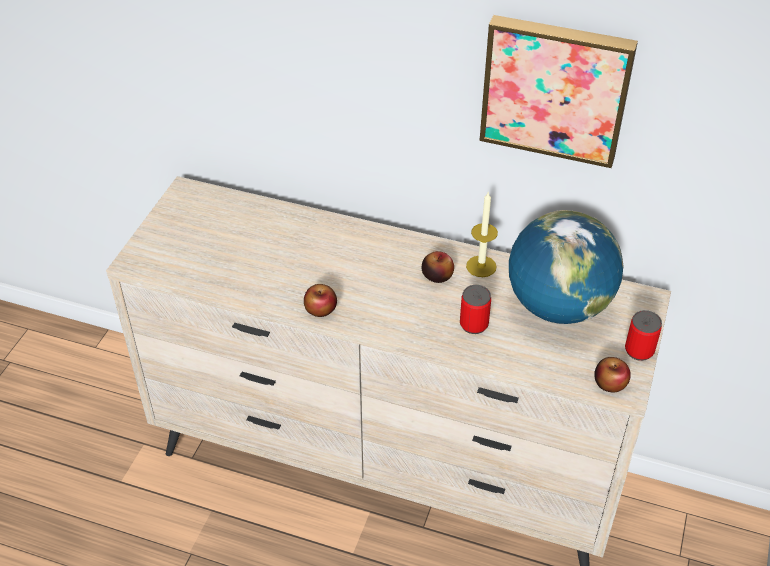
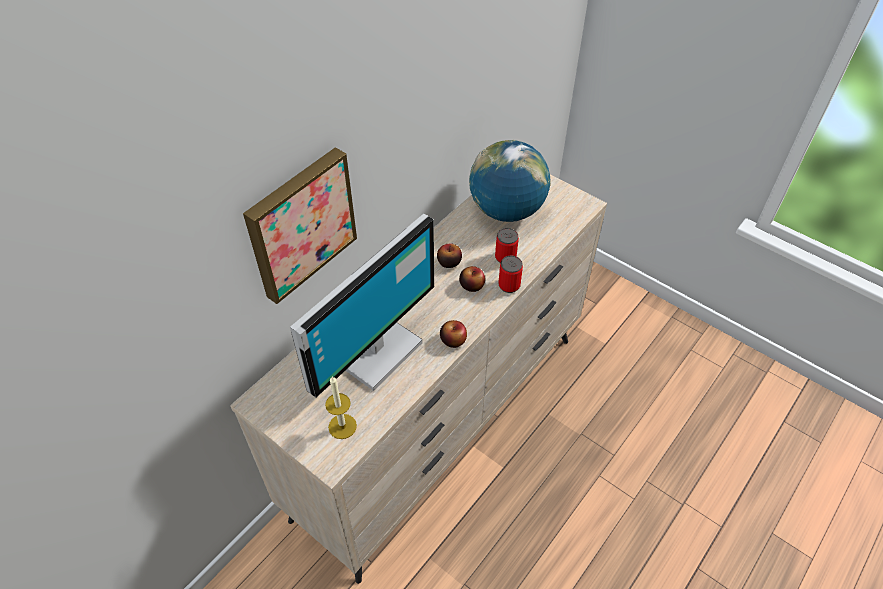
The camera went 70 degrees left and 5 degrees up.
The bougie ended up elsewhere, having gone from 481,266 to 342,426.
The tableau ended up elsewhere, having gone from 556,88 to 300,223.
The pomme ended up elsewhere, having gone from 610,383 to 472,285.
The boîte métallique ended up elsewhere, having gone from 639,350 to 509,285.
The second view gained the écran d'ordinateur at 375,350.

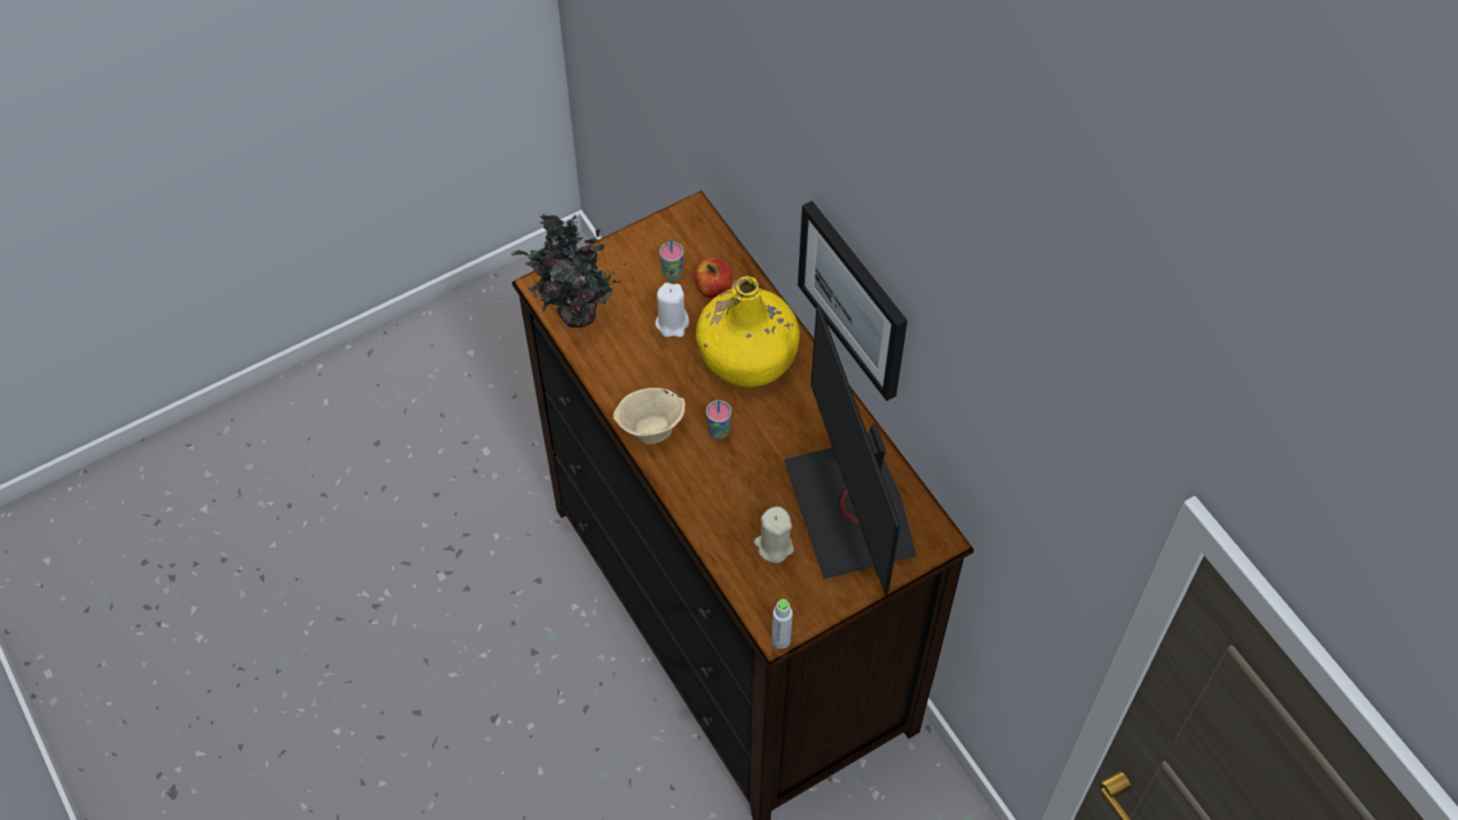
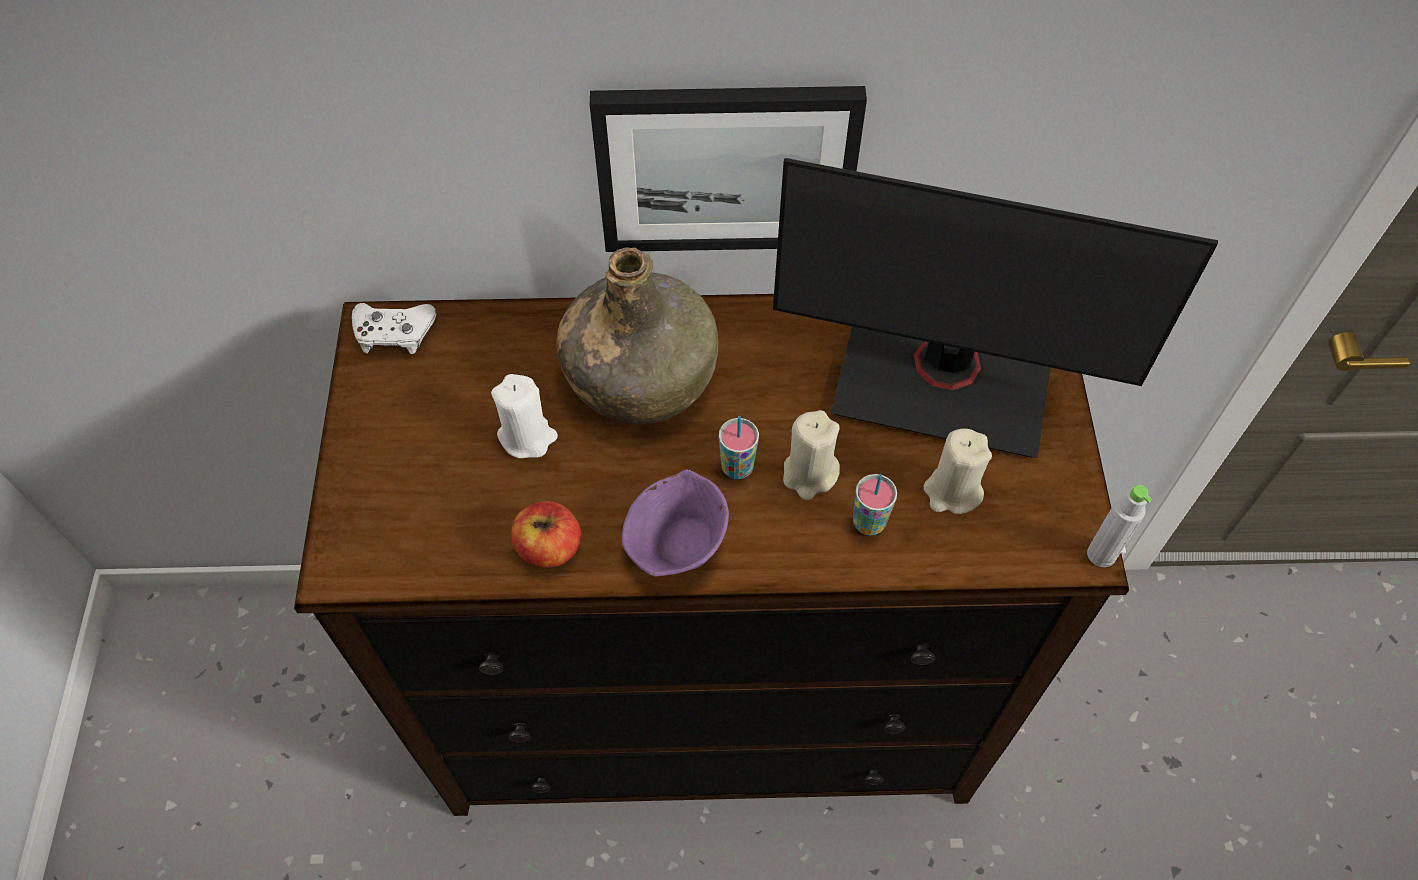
The camera went 60 degrees left and 0 degrees up.
The second view lost the plante en pot at 574,314.
What was the bol (beige) at 650,428 turned into the bol (violet) at 677,548.
The tasse ended up elsewhere, having gone from 672,274 to 868,523.
The pomme ended up elsewhere, having gone from 713,288 to 549,547.
What was the bouteille (jaune) at 748,355 turned into the bouteille (vert) at 641,376.
The second view gained the manette (blanc) at 394,333.
The second view gained the bougie (beige) at 809,474.

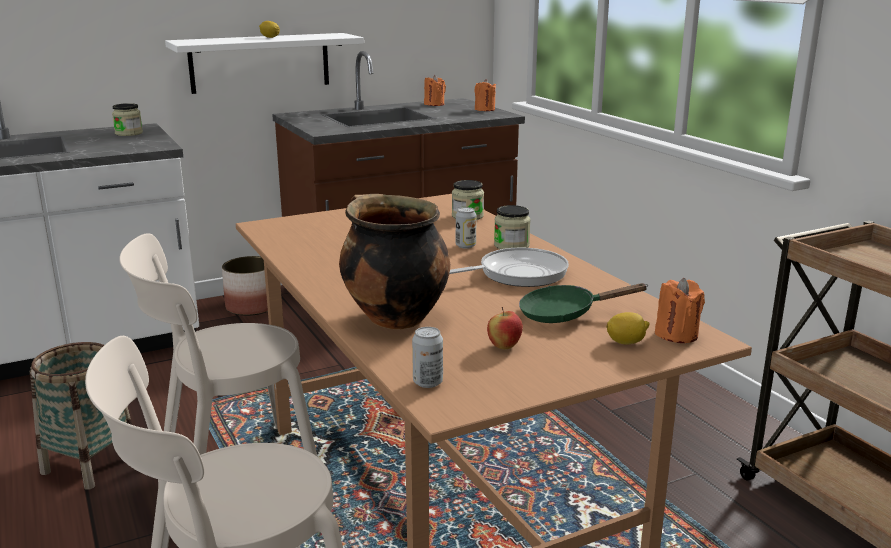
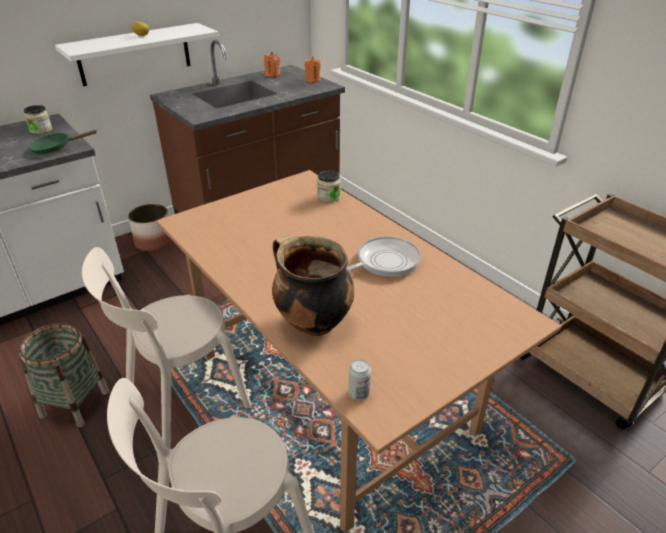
The camera went 10 degrees left and 15 degrees up.
The second view lost the boîte métallique at 465,246.
The second view lost the pomme at 504,347.
The second view lost the bocal at 511,246.
The poêle (vert) ended up elsewhere, having gone from 564,314 to 56,148.
The second view lost the citron at 626,342.
The second view lost the bougie (orange) at 676,334.

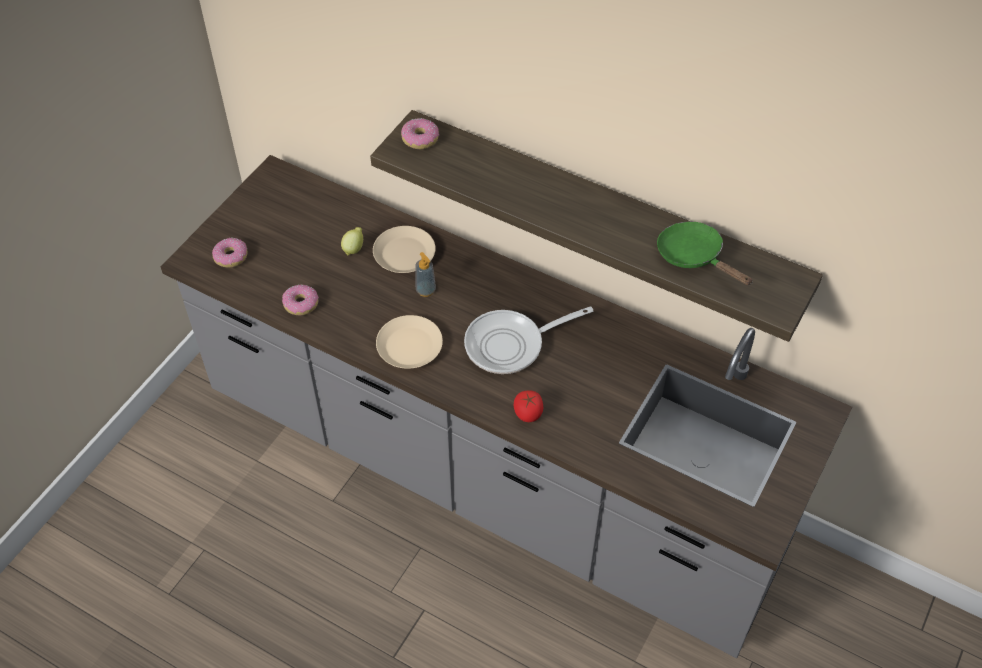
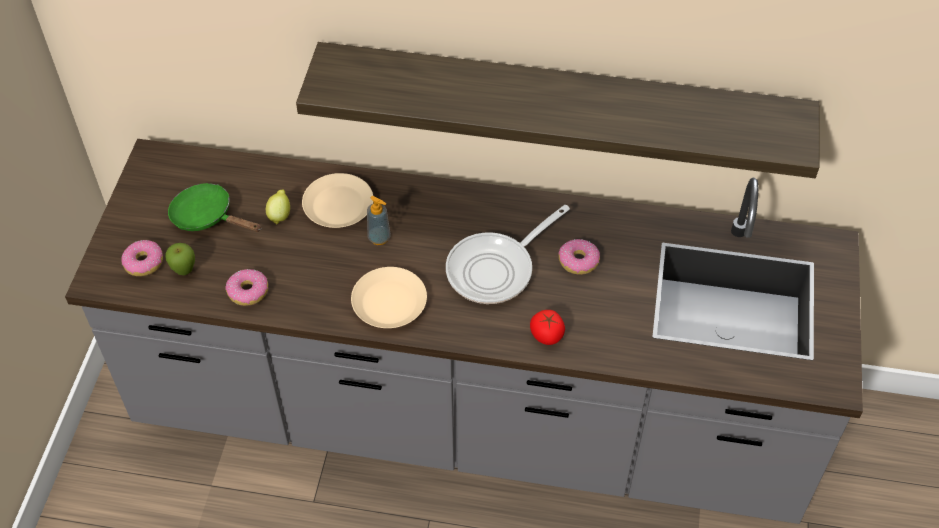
The camera went 20 degrees left and 0 degrees up.
The beignet ended up elsewhere, having gone from 420,139 to 578,261.
The poêle (vert) ended up elsewhere, having gone from 694,256 to 207,217.
The second view gained the pomme at 184,271.

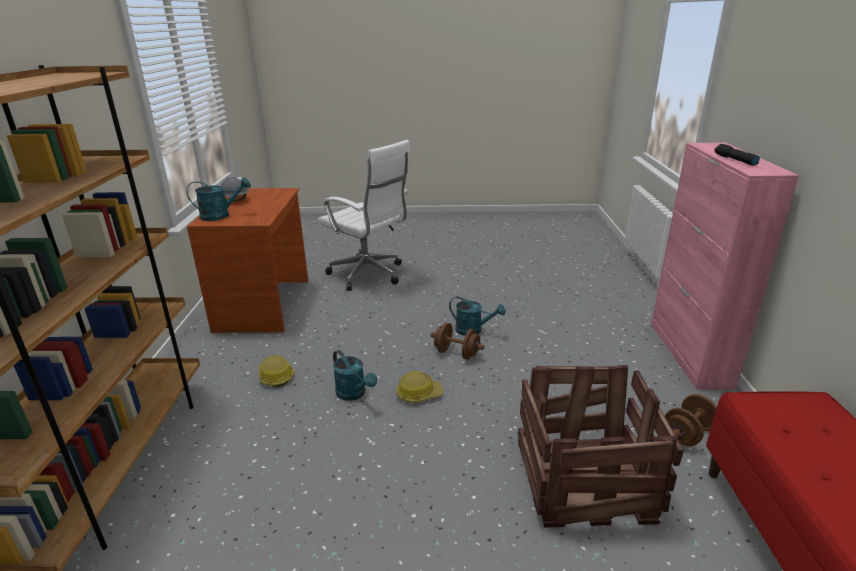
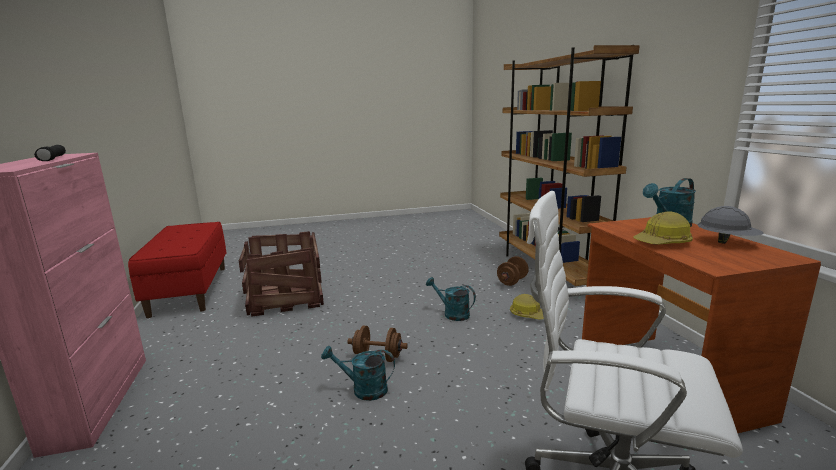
The camera went 165 degrees right and 10 degrees down.
The casque de chantier ended up elsewhere, having gone from 418,394 to 662,243.
The haltère (marron) ended up elsewhere, having gone from 688,434 to 512,281.

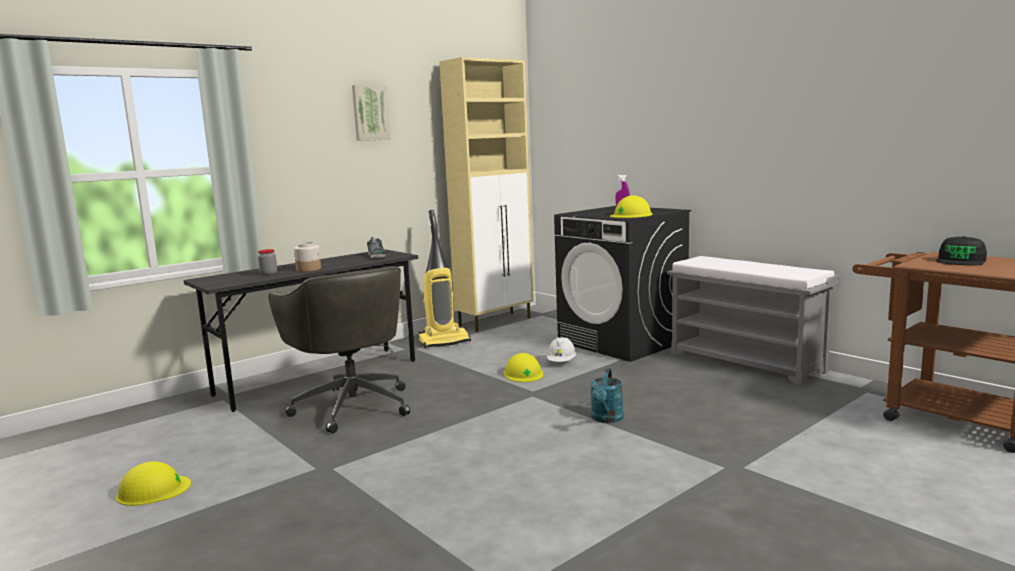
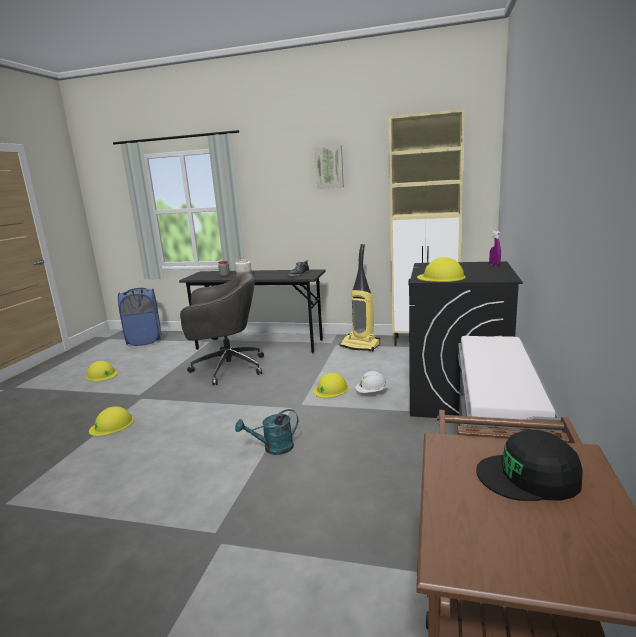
The camera went 55 degrees right and 5 degrees up.
The chaise de bureau (gris) at 352,406 ended up facing another way, 120 degrees counterclockwise from before.
The second view gained the casque de chantier (jaune) at 112,425.
The second view gained the panier à linge (bleu) at 144,340.

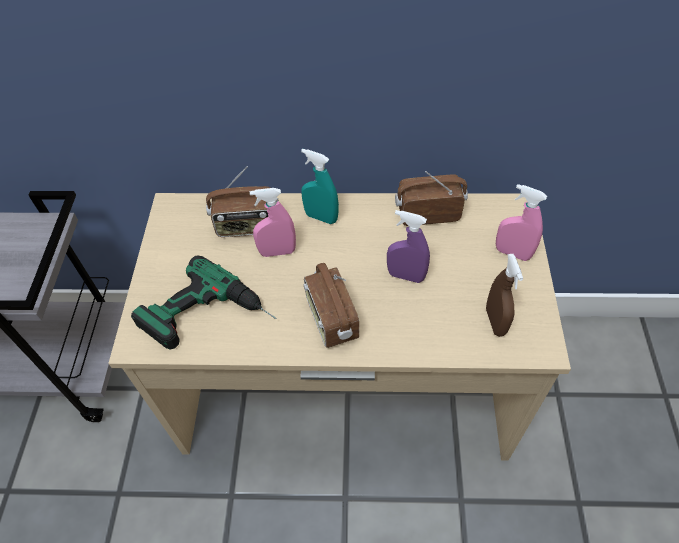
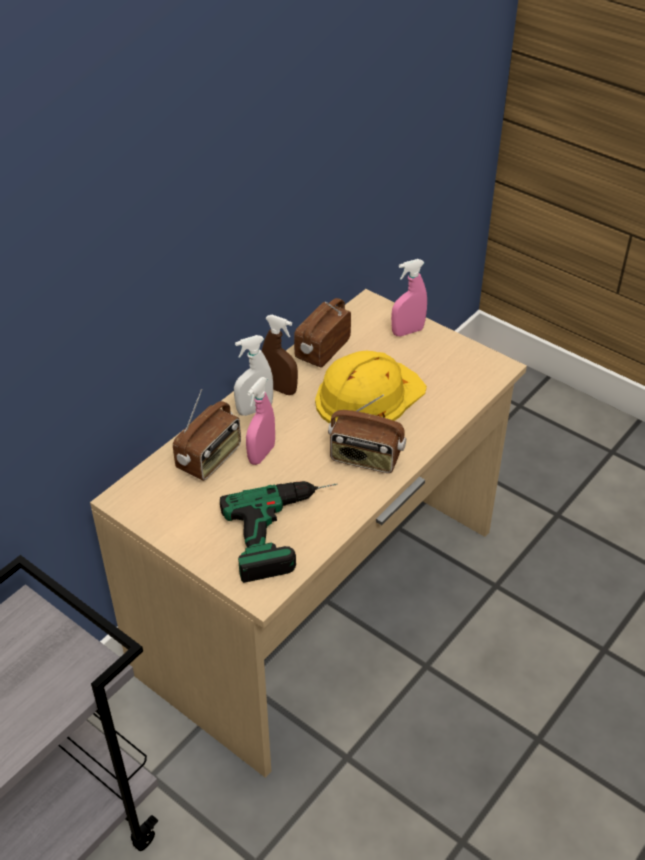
The camera went 55 degrees left and 10 degrees down.
What was the vaporisateur (turquoise) at 321,217 turned into the vaporisateur (blanc) at 254,409.
Where the vaporisateur (violet) stood at 406,276, the casque de chantier (jaune) came to stand at 368,396.
The vaporisateur (marron) ended up elsewhere, having gone from 495,321 to 280,389.

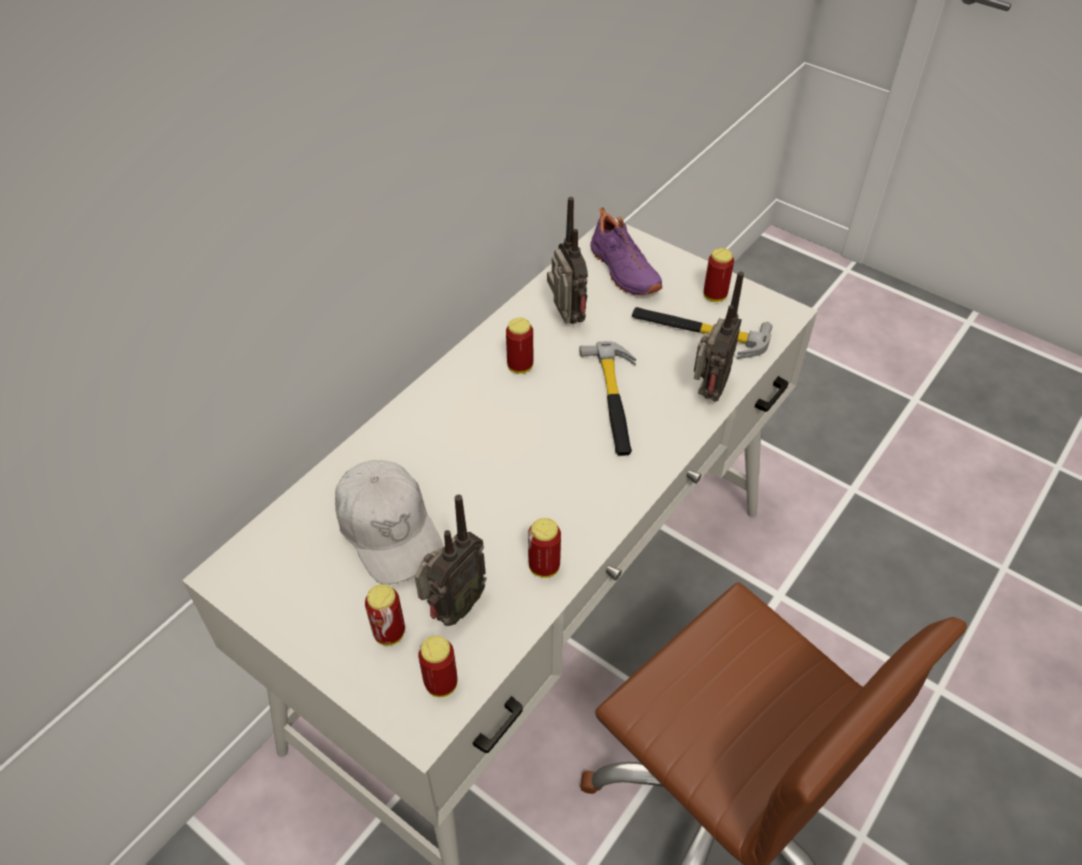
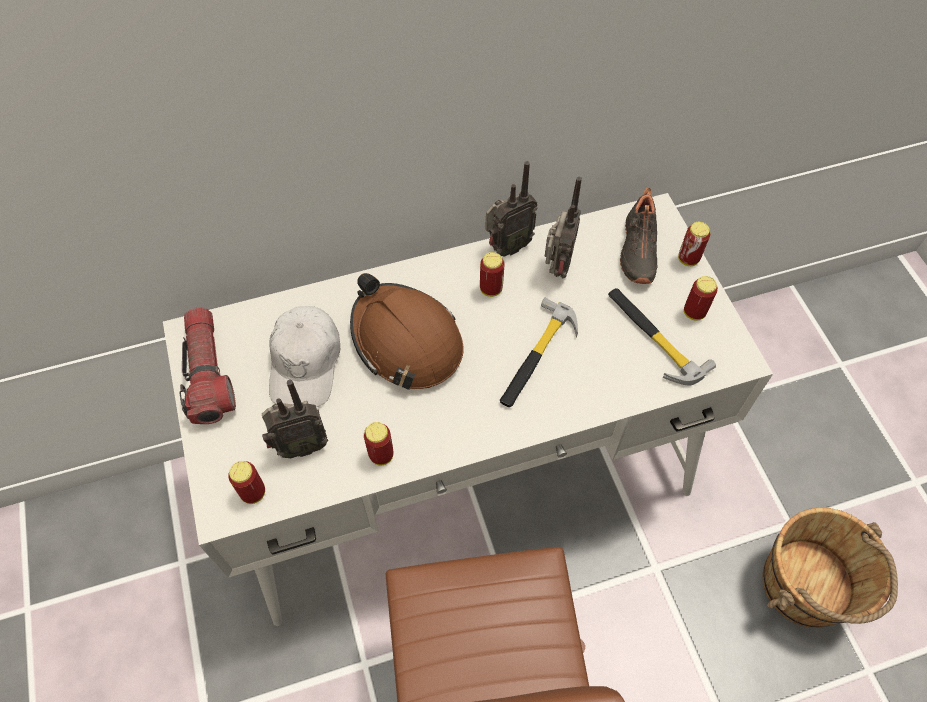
The camera went 35 degrees right and 10 degrees up.
The boîte métallique ended up elsewhere, having gone from 389,633 to 688,259.
What was the chaussure (violet) at 622,271 turned into the chaussure (noir) at 636,250.
The radio ended up elsewhere, having gone from 707,392 to 506,247.
The second view gained the lampe de poche at 208,373.
The second view gained the casque de chantier (marron) at 406,341.
The second view gained the seau (marron) at 806,586.

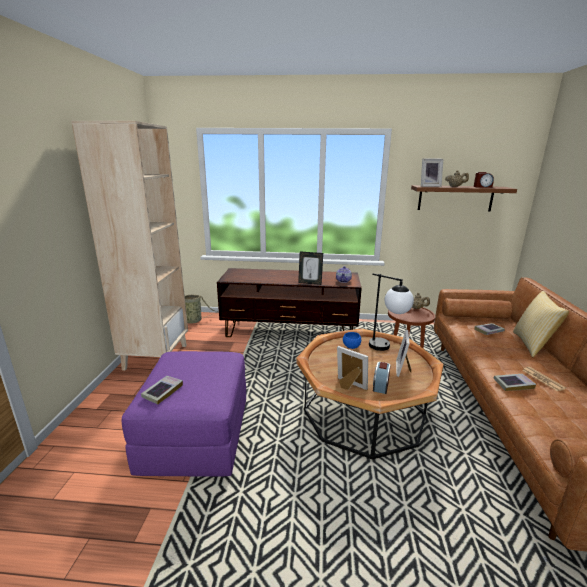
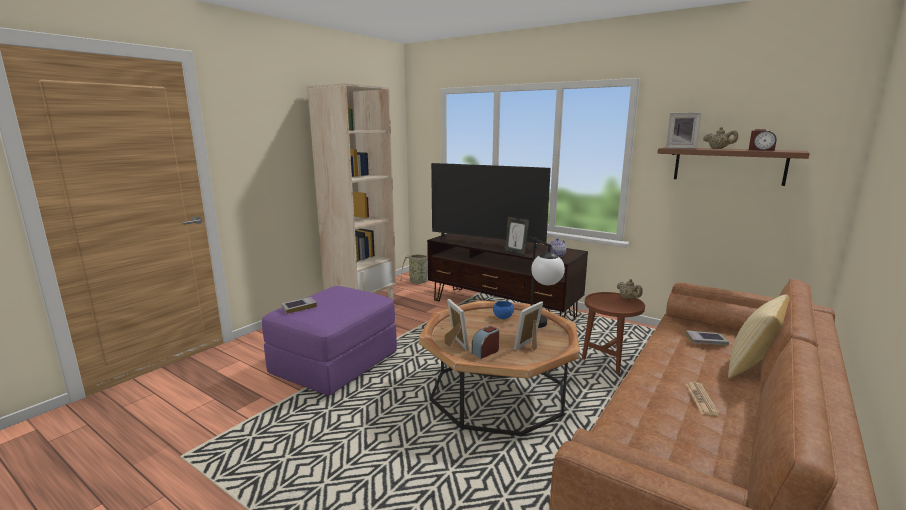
The camera went 30 degrees right and 5 degrees down.
The second view lost the livre at 513,384.
The second view gained the téléviseur at 486,243.

